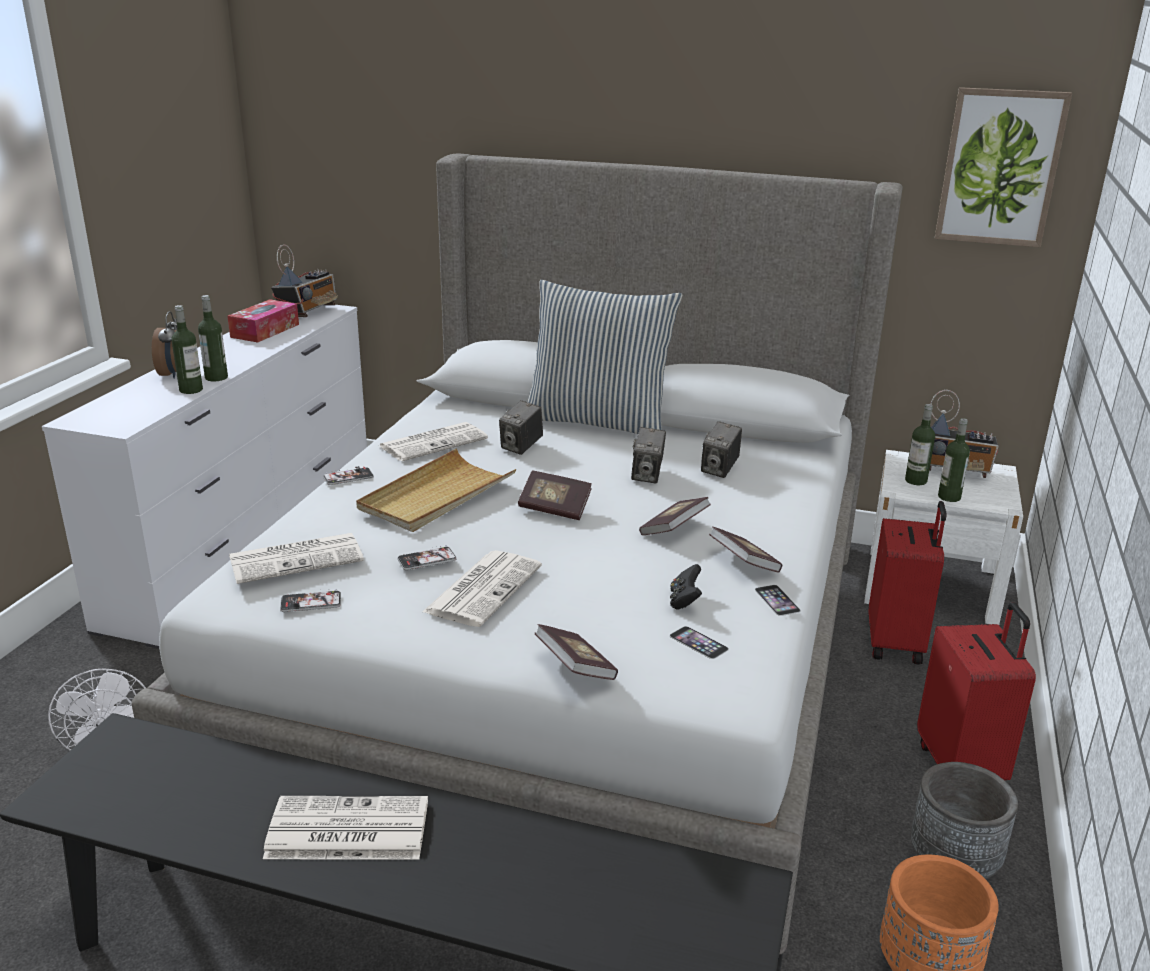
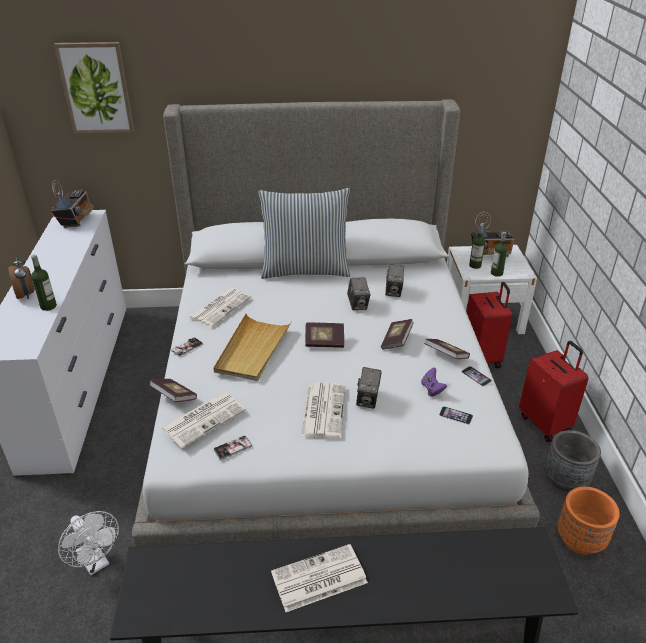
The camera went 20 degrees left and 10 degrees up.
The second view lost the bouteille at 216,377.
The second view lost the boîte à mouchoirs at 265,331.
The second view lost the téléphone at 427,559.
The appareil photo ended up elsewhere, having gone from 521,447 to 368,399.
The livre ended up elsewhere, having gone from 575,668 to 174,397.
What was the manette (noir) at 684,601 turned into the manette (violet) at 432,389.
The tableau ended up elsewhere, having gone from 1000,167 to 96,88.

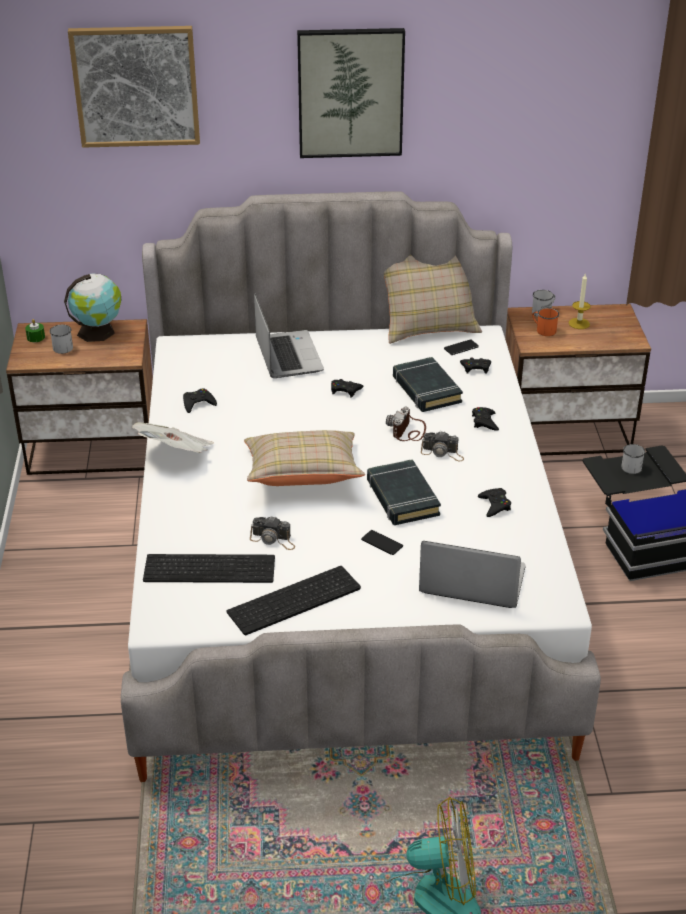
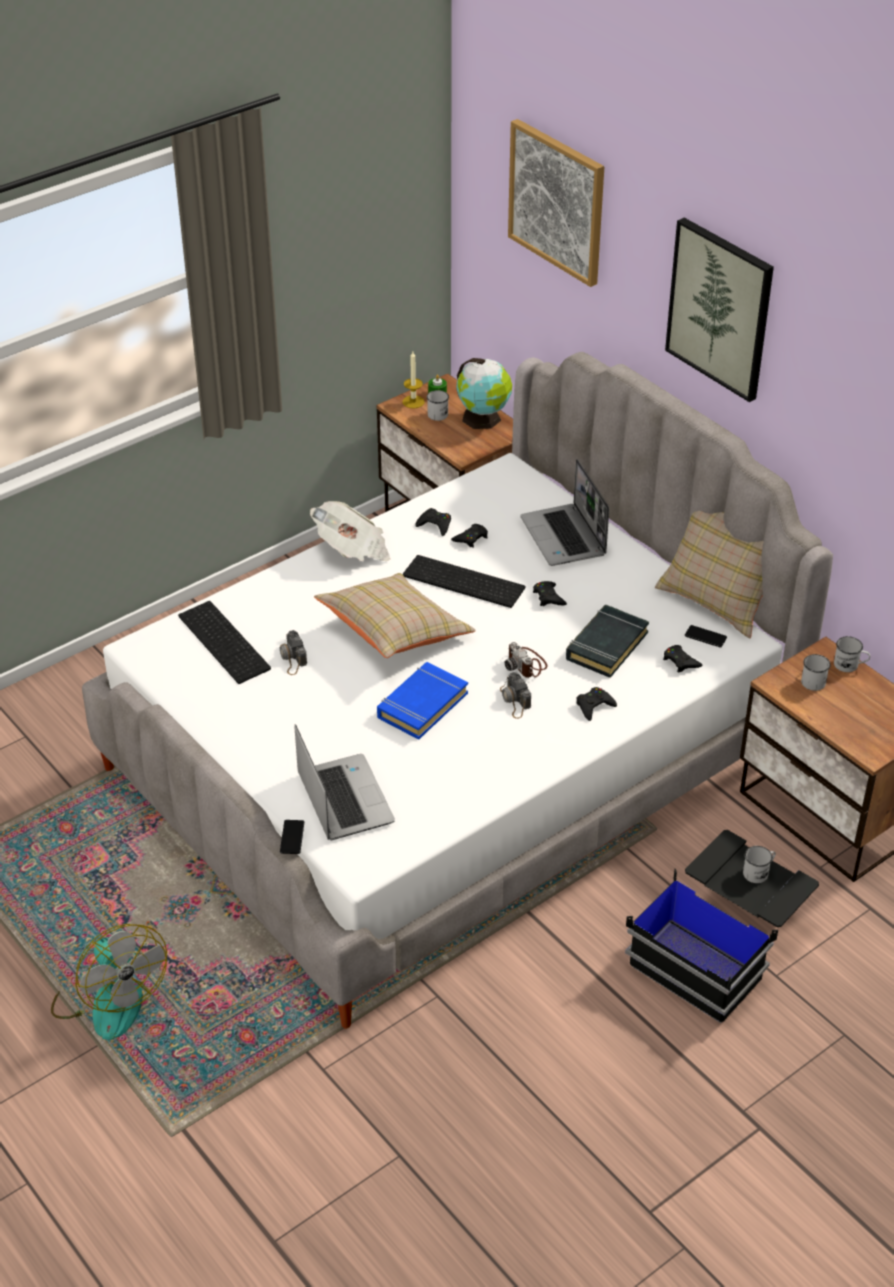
The camera went 55 degrees right and 5 degrees up.
The clavier ended up elsewhere, having gone from 294,602 to 461,582.
The ordinateur portable at 287,355 ended up facing another way, 120 degrees clockwise from before.
The téléphone ended up elsewhere, having gone from 382,543 to 292,837.
What was the livre (noir) at 402,497 turned into the livre (bleu) at 422,705.
The appareil photo at 408,431 ended up facing another way, 105 degrees counterclockwise from before.
The manette (noir) ended up elsewhere, having gone from 494,505 to 471,538.
What was the mug (orange) at 543,330 turned into the mug (blanc) at 813,679.
The bougie ended up elsewhere, having gone from 579,323 to 413,402.

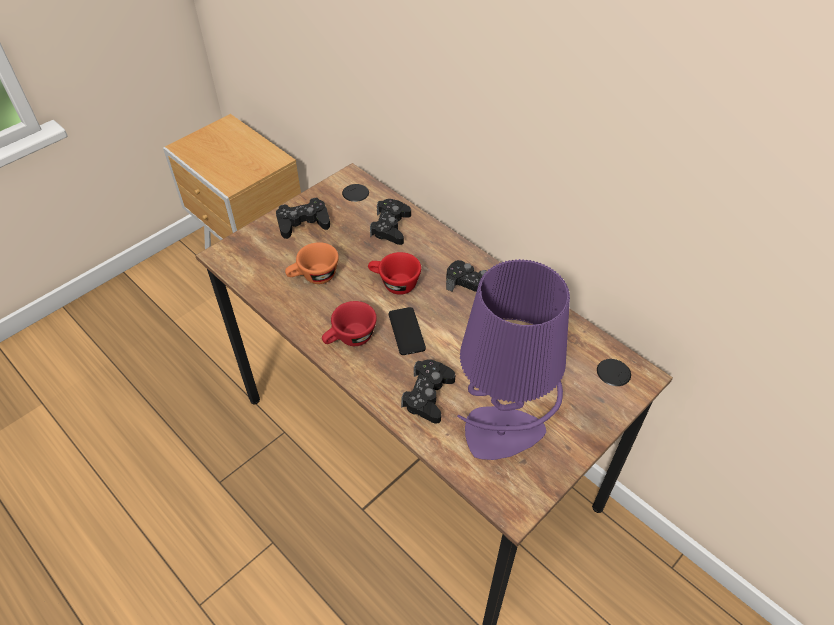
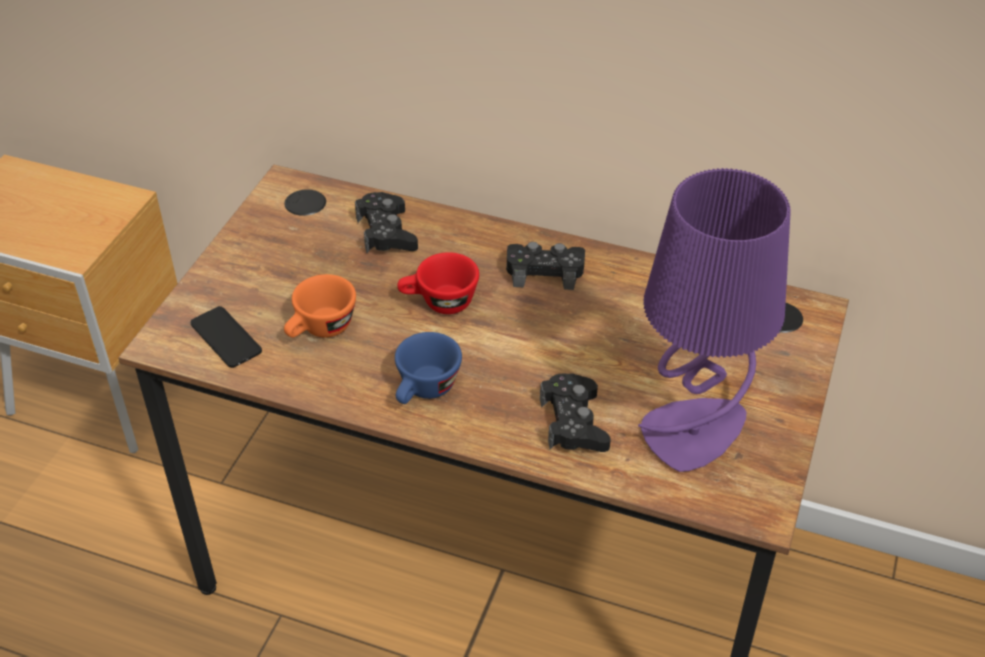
The camera went 25 degrees left and 5 degrees down.
The second view lost the manette (noir) at 303,223.
What was the tasse (rouge) at 350,339 turned into the tasse (bleu) at 425,391.
The téléphone ended up elsewhere, having gone from 406,331 to 226,337.

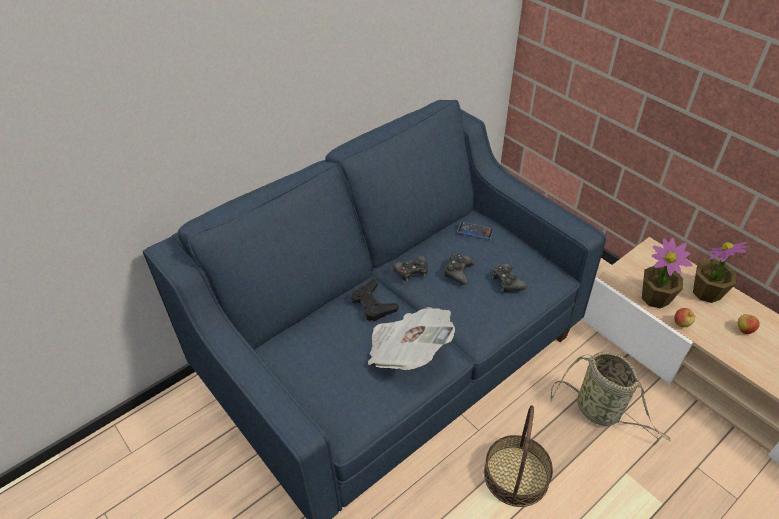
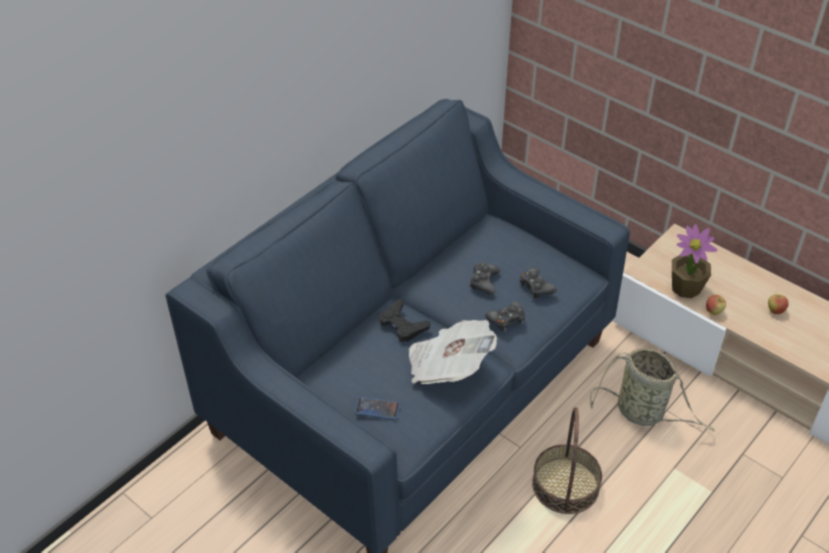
The camera went 10 degrees left and 0 degrees up.
The manette (noir) ended up elsewhere, having gone from 411,271 to 506,319.
The téléphone ended up elsewhere, having gone from 475,231 to 377,408.
The second view lost the plante en pot at 706,292.

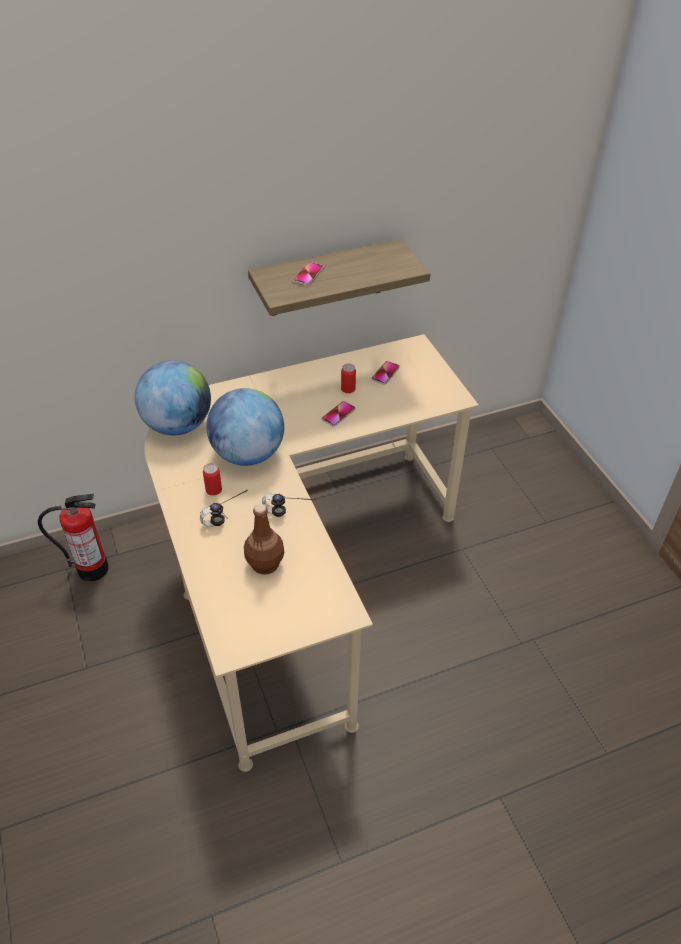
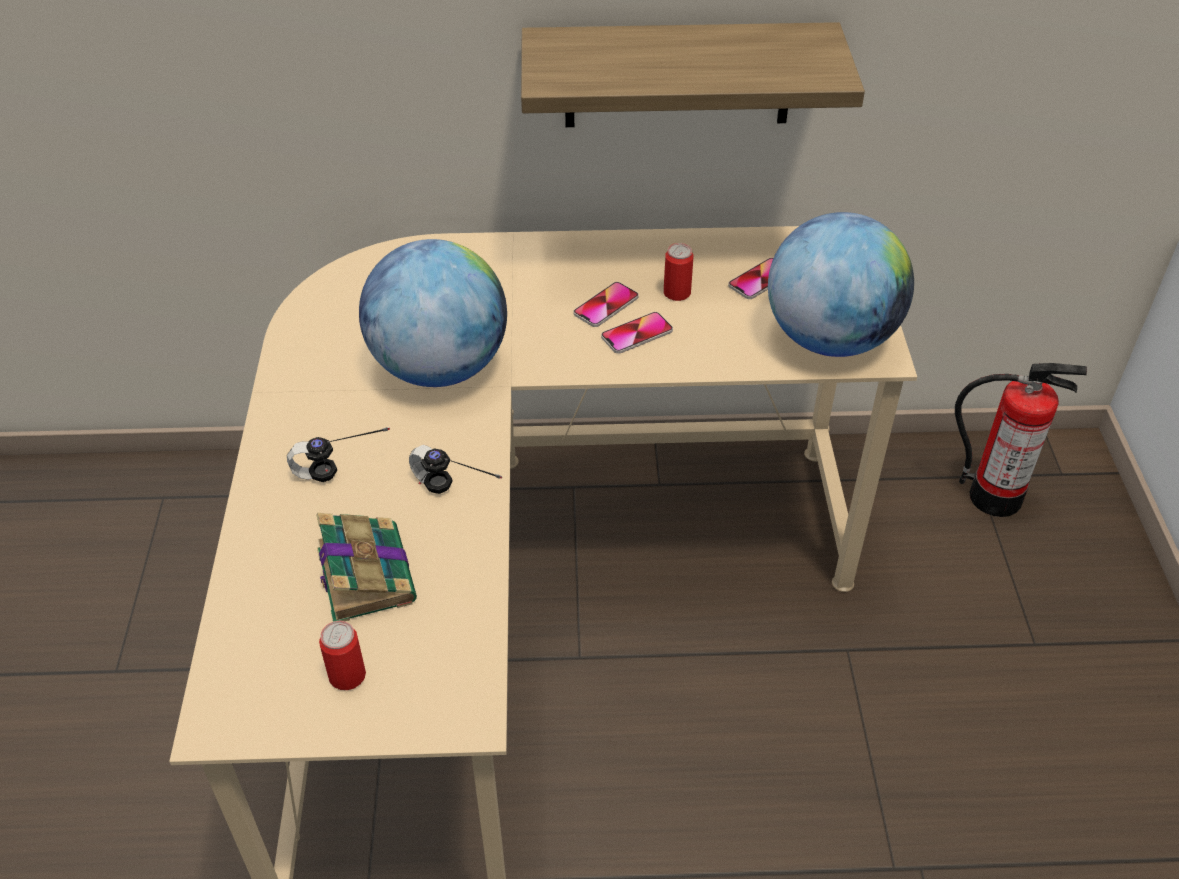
The camera went 20 degrees right and 0 degrees up.
The extincteur ended up elsewhere, having gone from 92,568 to 995,496.
The globe ended up elsewhere, having gone from 178,425 to 830,339.
The boîte métallique ended up elsewhere, having gone from 213,490 to 347,675.
Where the bouteille (marron) stood at 264,563, the livre came to stand at 365,573.
The téléphone ended up elsewhere, having gone from 308,274 to 606,306.

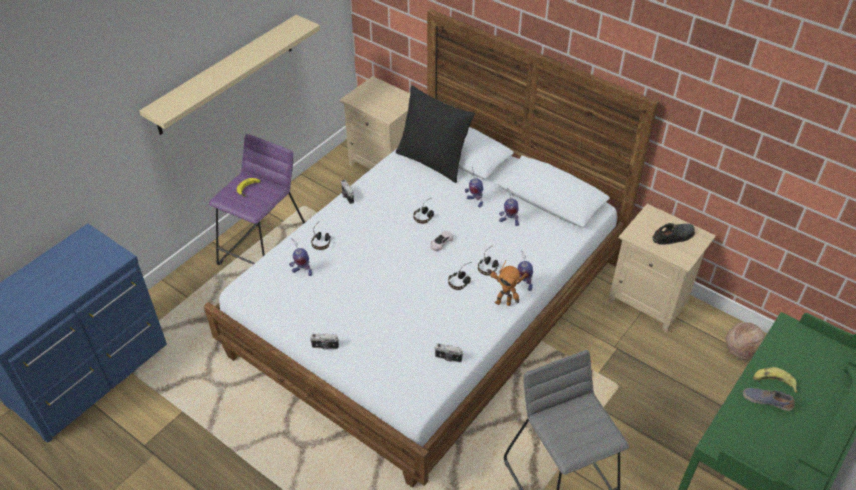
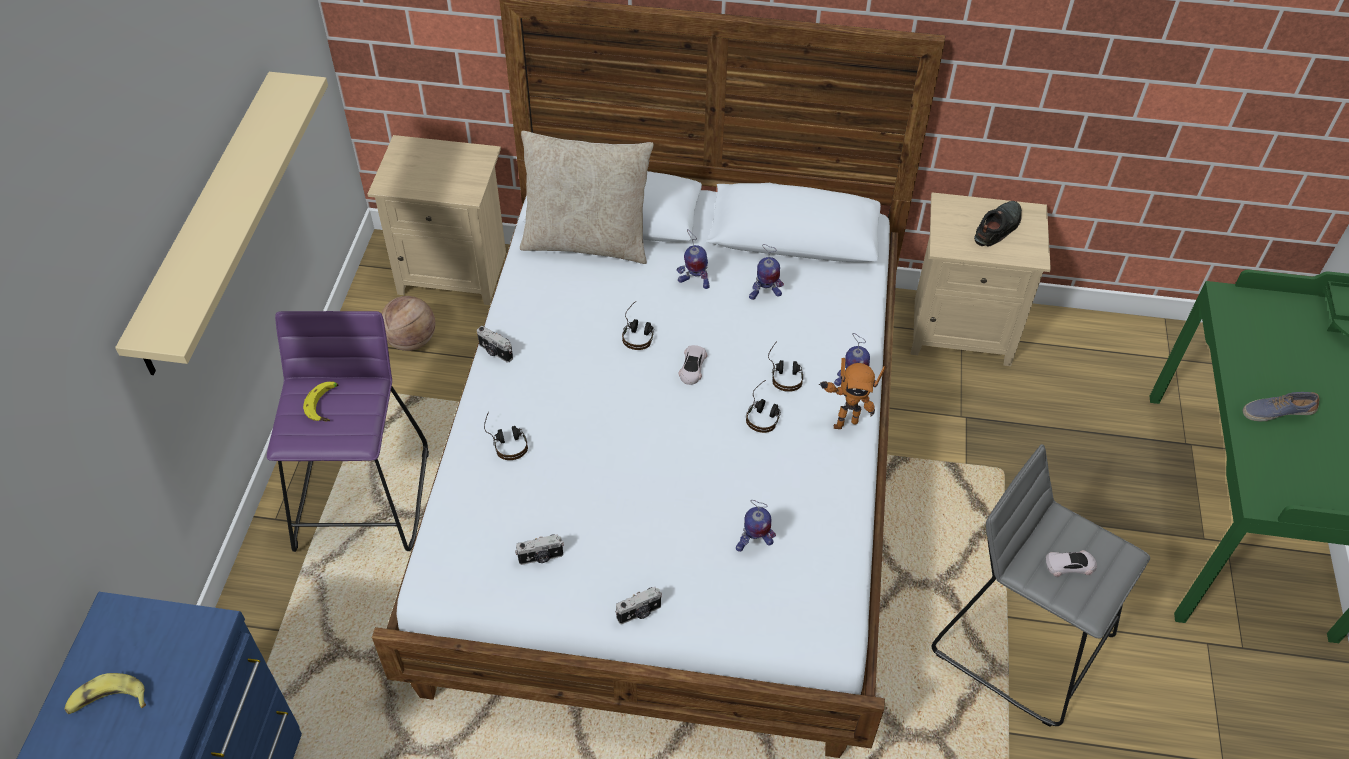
The camera went 30 degrees left and 5 degrees up.
The robot jouet ended up elsewhere, having gone from 302,272 to 753,543.
What was the coussin (noir) at 433,161 turned into the coussin (beige) at 587,241.
The appareil photo ended up elsewhere, having gone from 448,358 to 541,558.
The ballon de basket ended up elsewhere, having gone from 740,352 to 411,341.
The banane ended up elsewhere, having gone from 773,382 to 108,701.
The second view gained the petite voiture (blanc) at 1070,565.

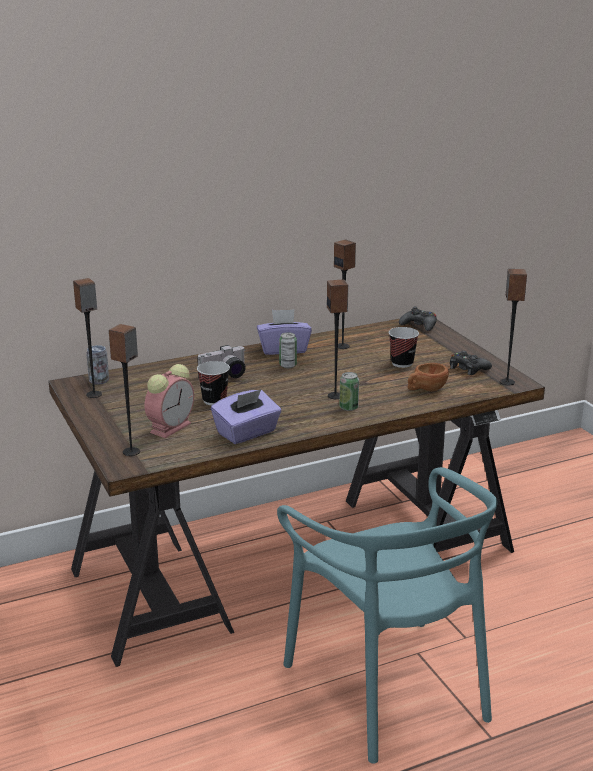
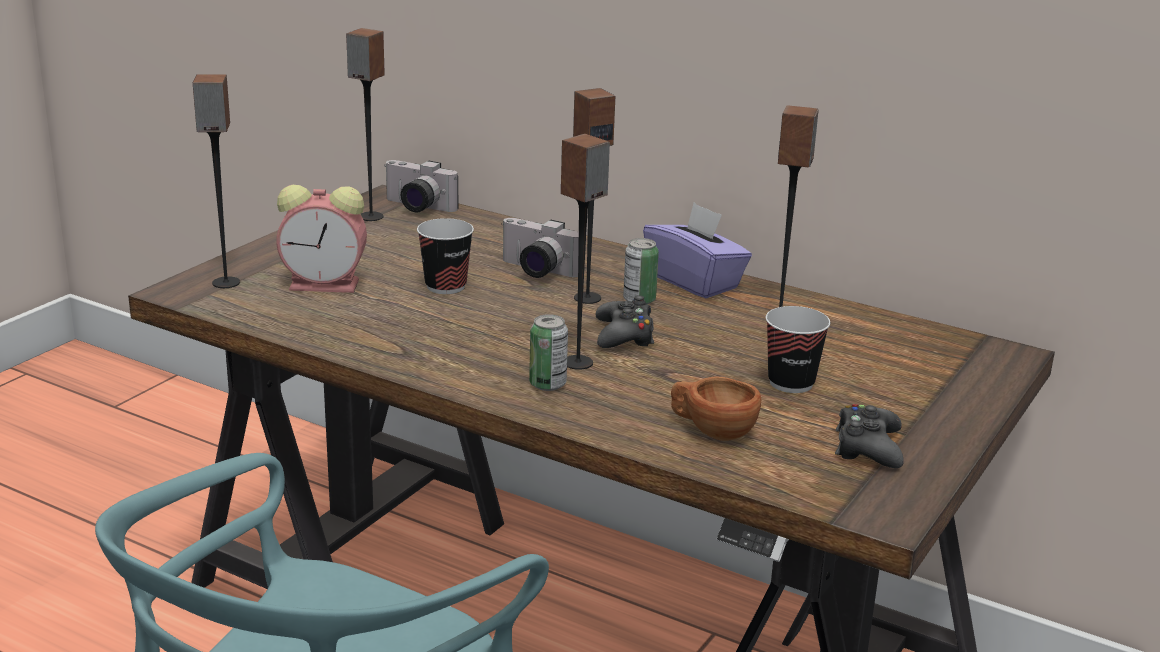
The camera went 55 degrees right and 0 degrees up.
Where the boîte métallique stood at 99,381, the appareil photo came to stand at 416,207.
The second view lost the boîte à mouchoirs (violet) at 247,433.
The manette (noir) ended up elsewhere, having gone from 419,325 to 624,335.
The enceinte ended up elsewhere, having gone from 506,382 to 587,298.

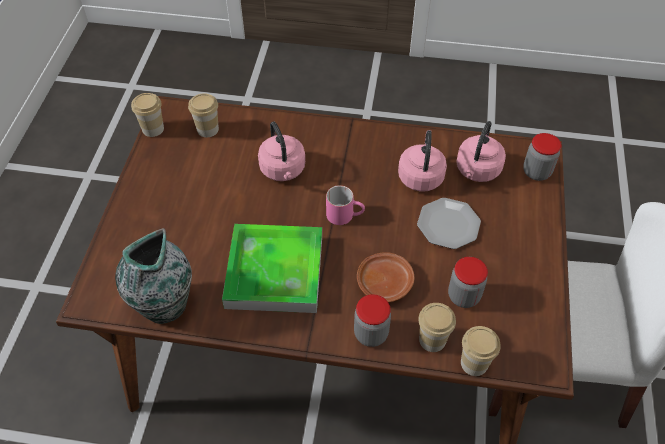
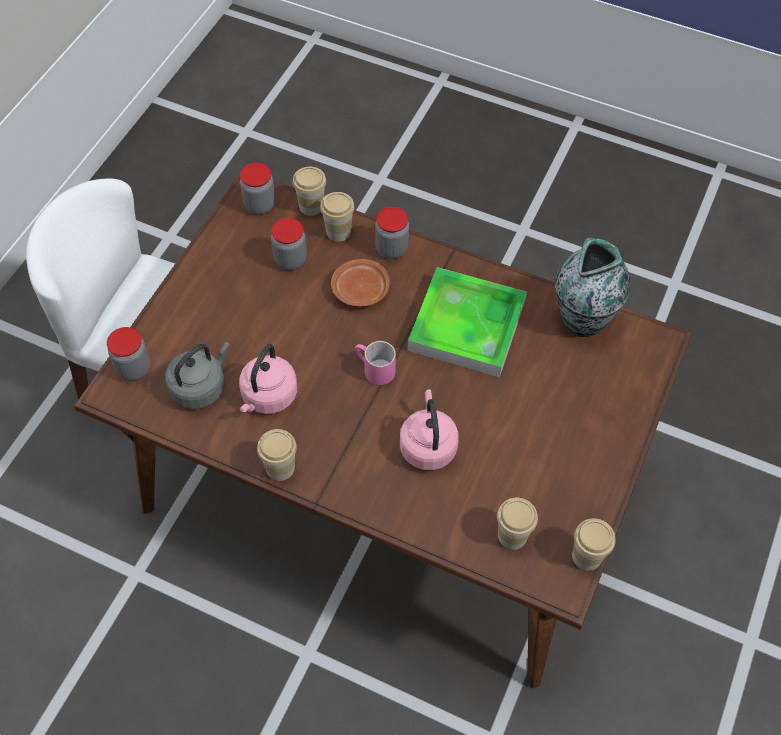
The camera went 165 degrees left and 5 degrees up.
The second view lost the assiette at 447,224.
What was the bouilloire (rose) at 477,171 turned into the bouilloire (gris) at 200,387.
The second view gained the bocal at 259,205.
The second view gained the tasse at 280,468.

